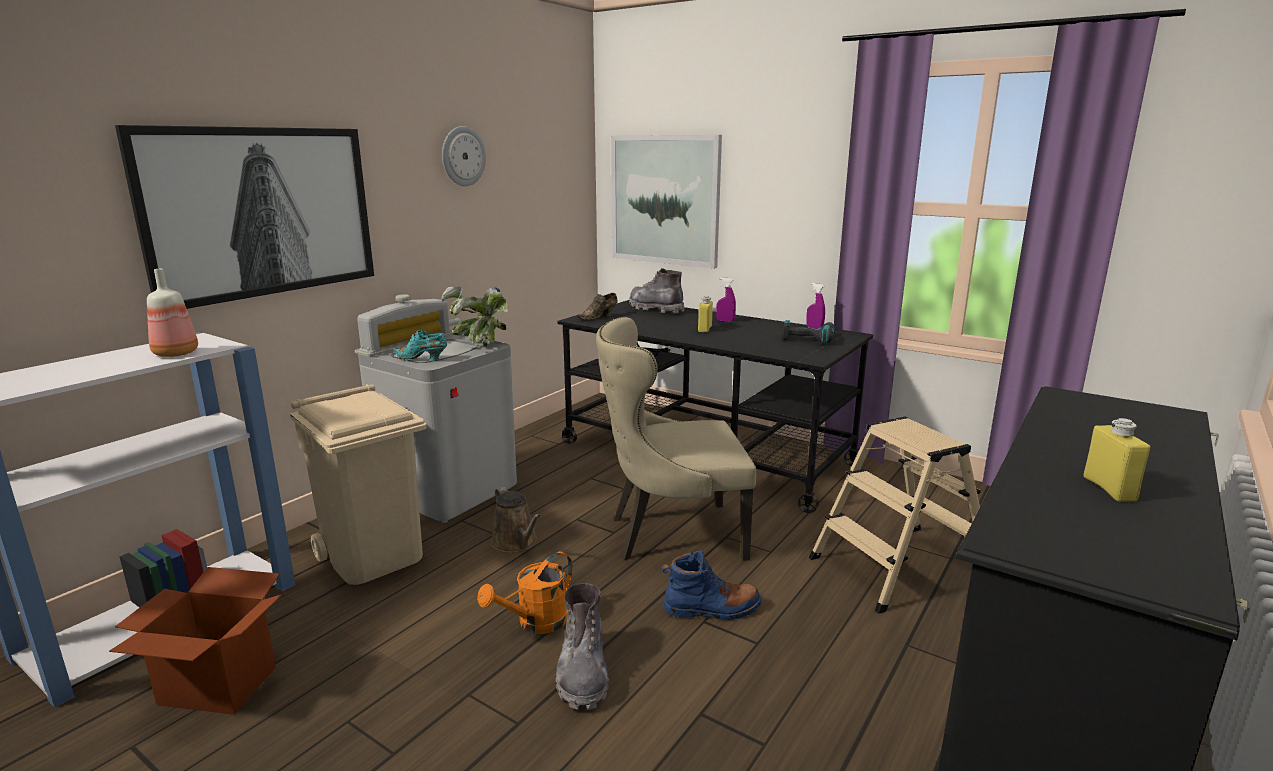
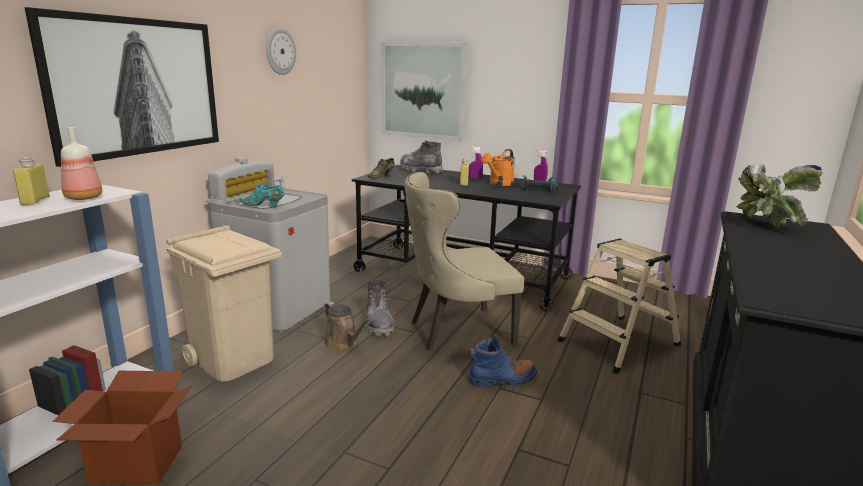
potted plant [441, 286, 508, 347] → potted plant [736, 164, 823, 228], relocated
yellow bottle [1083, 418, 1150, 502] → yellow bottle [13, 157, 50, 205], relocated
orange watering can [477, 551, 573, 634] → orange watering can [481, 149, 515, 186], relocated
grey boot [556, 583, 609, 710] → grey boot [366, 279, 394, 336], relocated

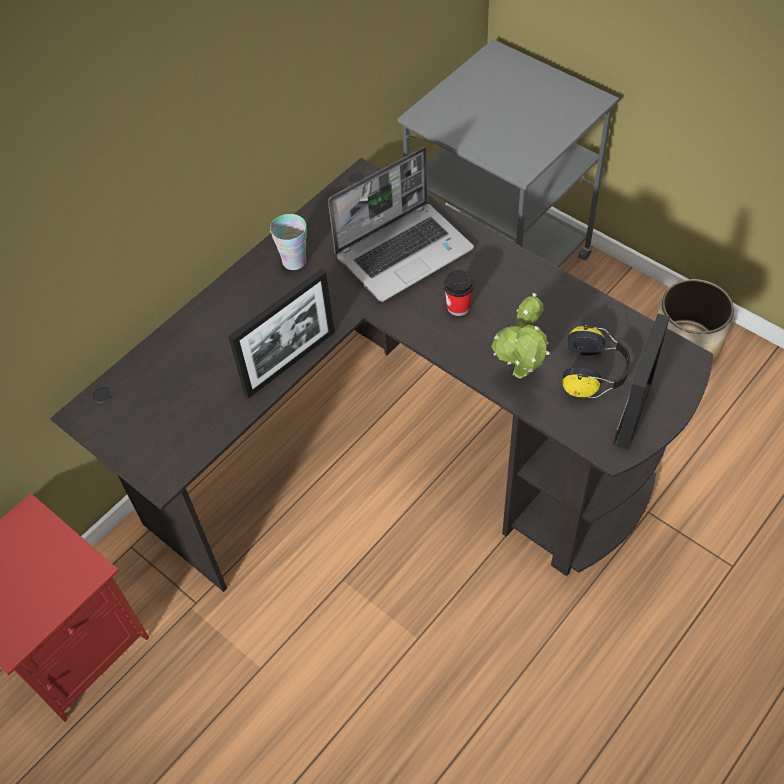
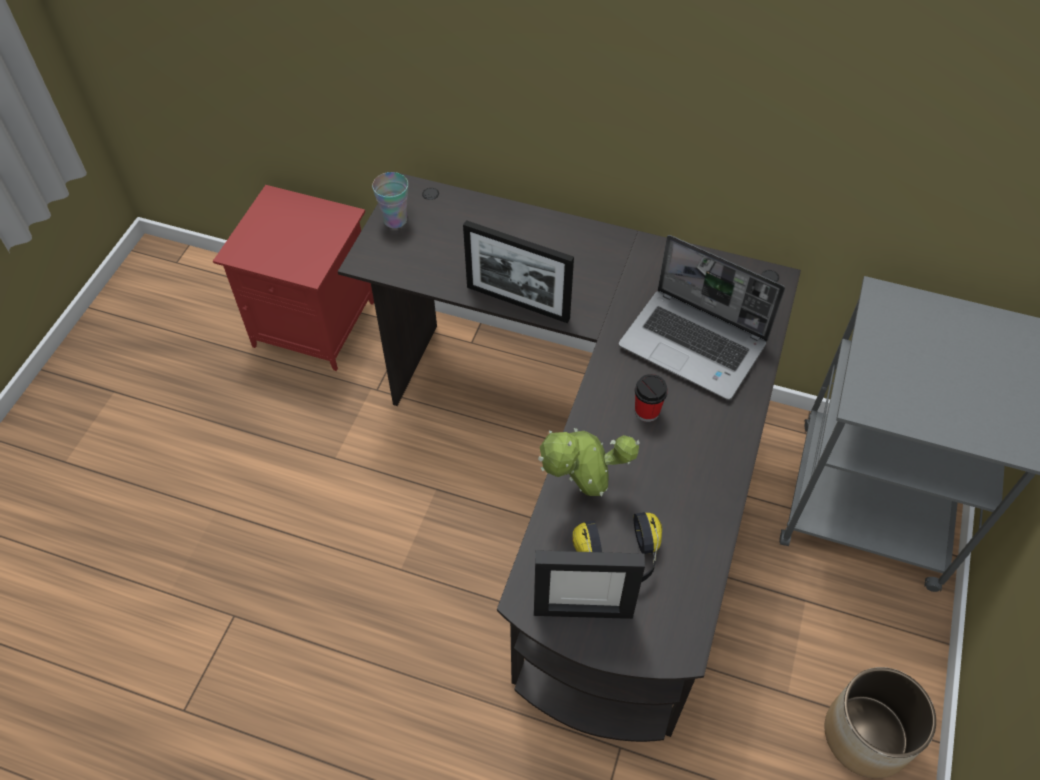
cup [270, 214, 307, 270] → cup [372, 172, 408, 228], relocated

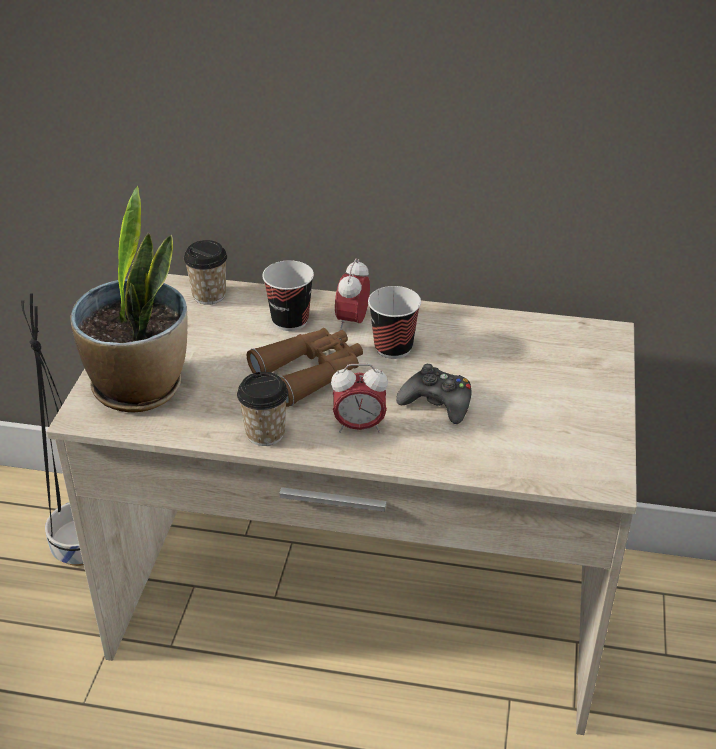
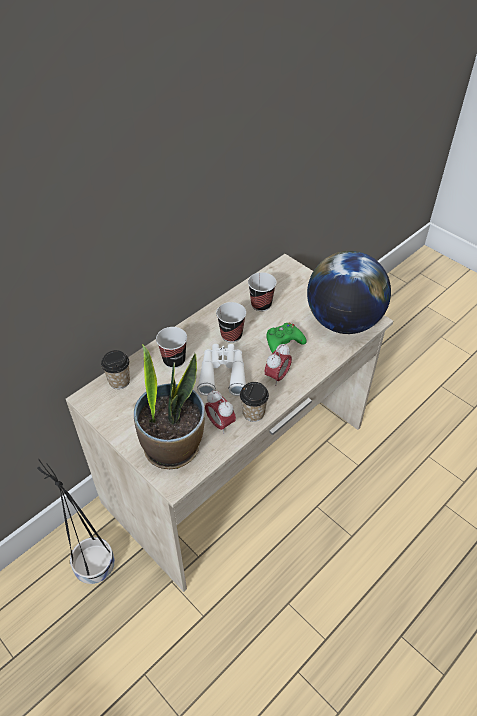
alarm clock [335, 259, 370, 330] → alarm clock [205, 391, 236, 434], relocated
brown binoculars [247, 328, 363, 407] → white binoculars [197, 344, 246, 396]
black game controller [396, 364, 472, 424] → green game controller [266, 323, 307, 353]
- → globe [307, 251, 391, 334]
- → cup [248, 272, 277, 311]

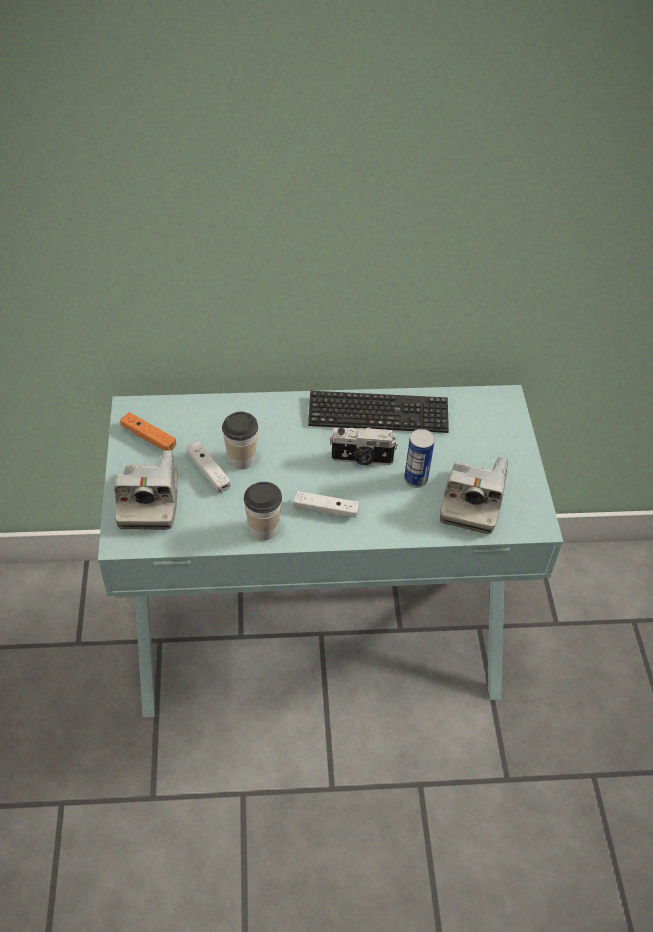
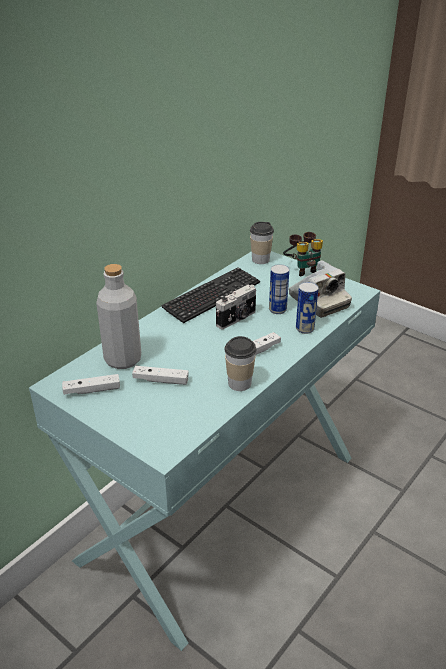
orange game controller [120, 412, 176, 451] → white game controller [62, 374, 120, 395]
cup [222, 412, 258, 470] → cup [250, 222, 274, 264], relocated
photo camera [114, 450, 178, 530] → -
- → binoculars [283, 232, 323, 276]
- → grey bottle [96, 264, 141, 369]
- → can [296, 282, 319, 334]

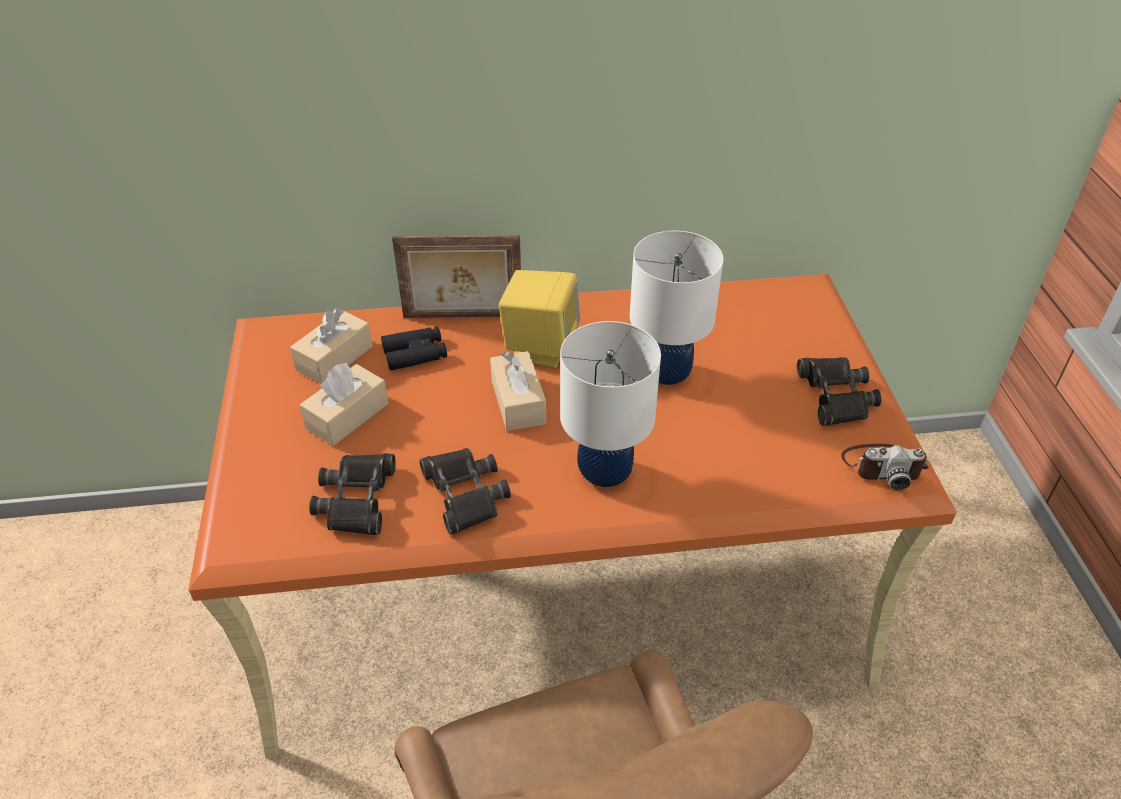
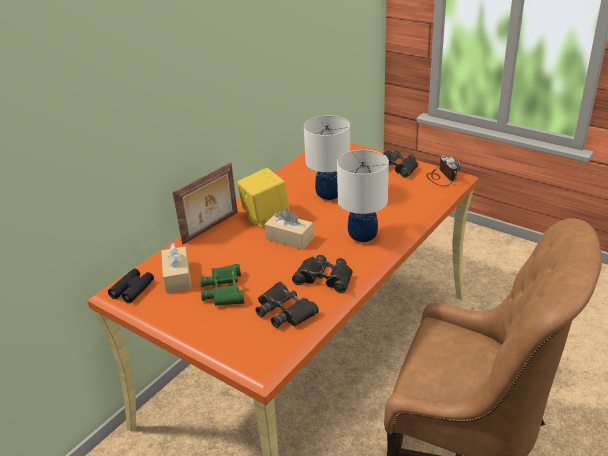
black binoculars [381, 327, 447, 371] → black binoculars [108, 268, 154, 303], relocated
beige tissue box [300, 362, 388, 446] → green binoculars [200, 264, 244, 306]
photo camera [841, 444, 929, 490] → photo camera [426, 155, 461, 186], 60 degrees counterclockwise

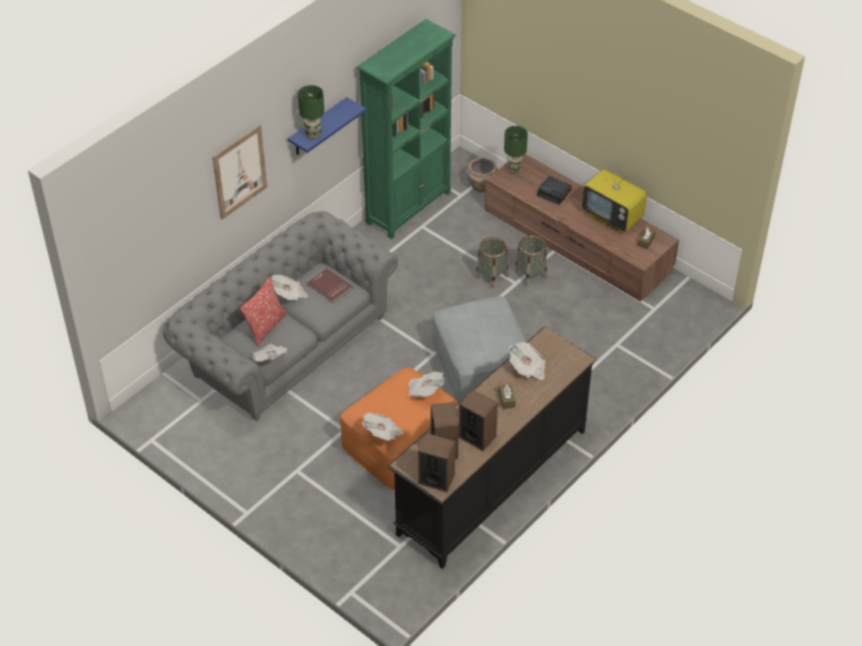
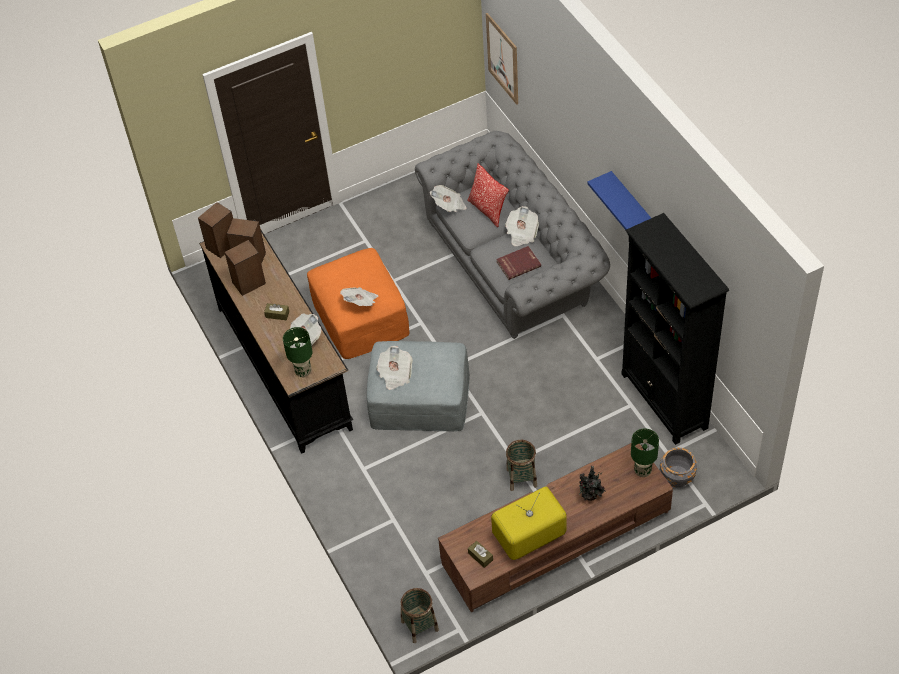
green bookcase [357, 19, 456, 239] → black bookcase [622, 213, 729, 445]
green table lamp [298, 85, 324, 139] → green table lamp [283, 327, 313, 377], relocated
picture [213, 125, 267, 219] → picture [486, 13, 518, 105], relocated
alarm clock [537, 176, 572, 205] → potted plant [579, 466, 605, 500]
basket [475, 237, 509, 289] → basket [400, 588, 439, 643], relocated
newspaper [362, 412, 404, 441] → newspaper [377, 346, 413, 390], relocated

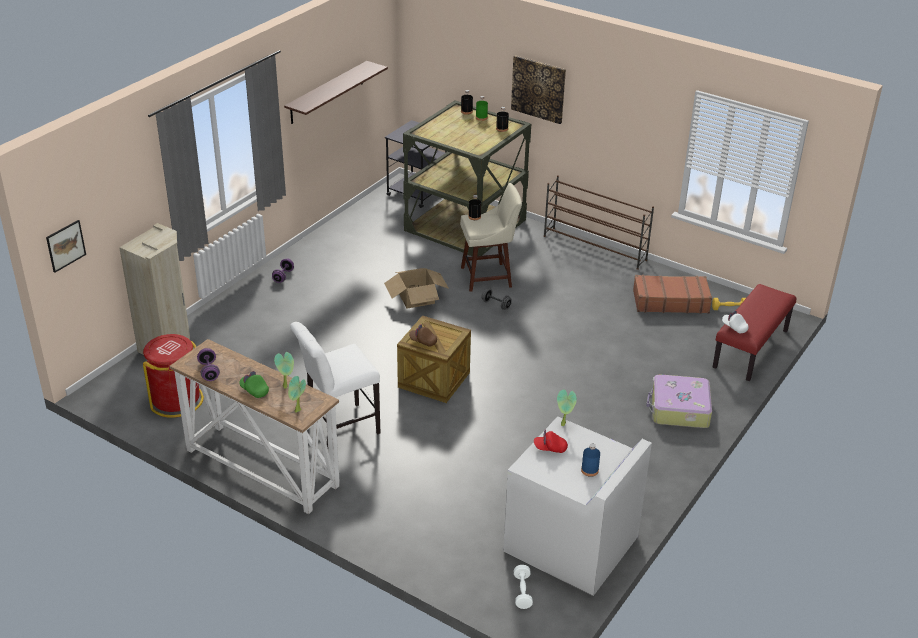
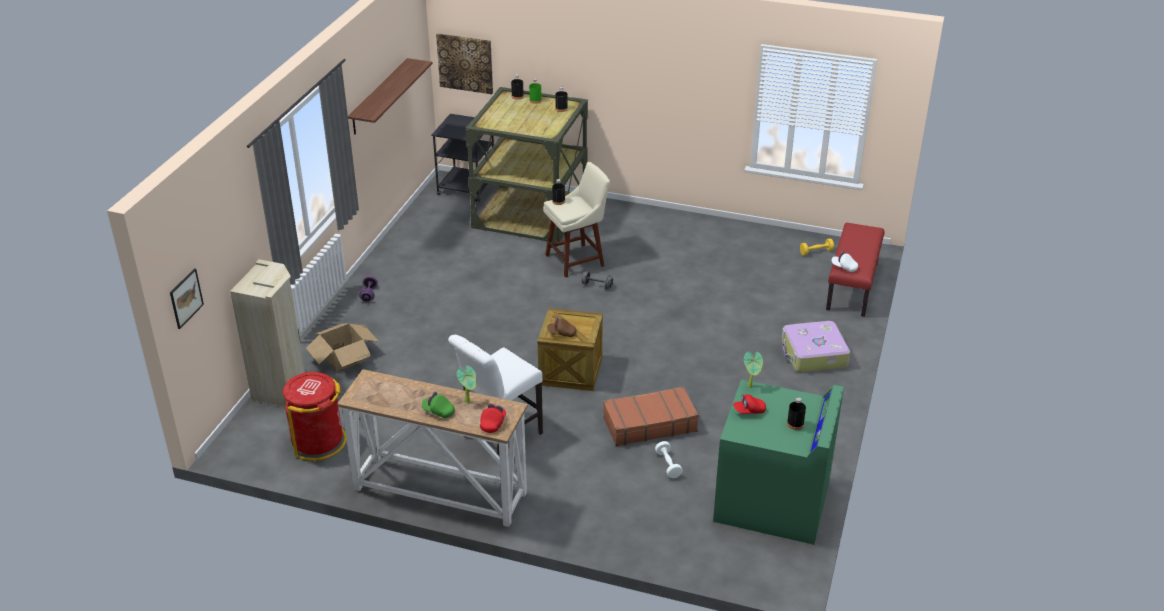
picture [511, 55, 566, 124] → picture [436, 33, 493, 94], relocated
brown shoe rack [544, 175, 654, 270] → -
cardboard box [384, 268, 449, 309] → cardboard box [306, 323, 379, 371], relocated
brown suitcase [633, 275, 712, 314] → brown suitcase [603, 386, 699, 446], relocated
purple dumbbell [197, 348, 220, 381] → -
potted plant [288, 376, 306, 412] → red cap [480, 404, 506, 433]
white washing machine [503, 416, 652, 596] → green washing machine [713, 380, 844, 545]
blue bottle [581, 443, 600, 477] → black bottle [787, 397, 806, 430]
white dumbbell [513, 565, 533, 609] → white dumbbell [655, 441, 683, 478], relocated

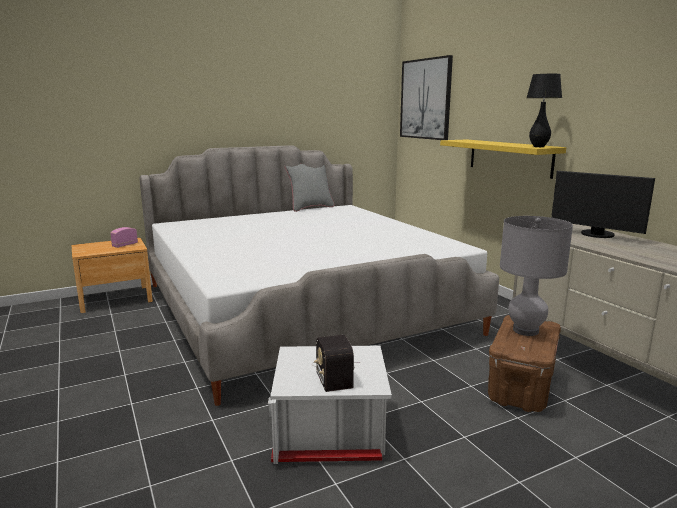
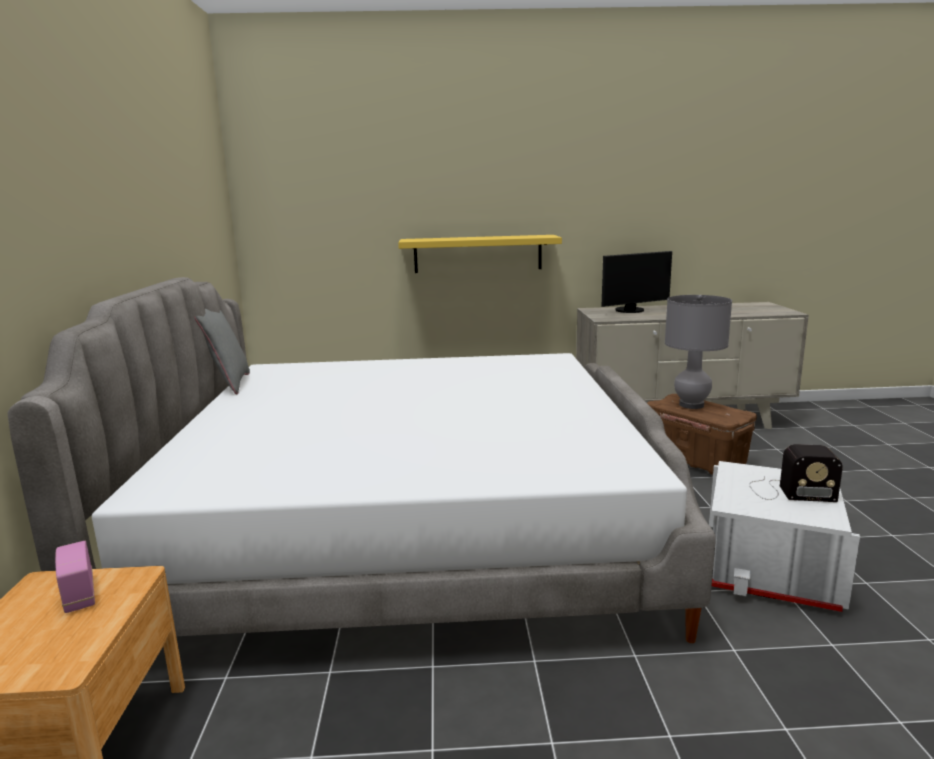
picture [400, 55, 453, 140] → -
black table lamp [526, 74, 562, 147] → -

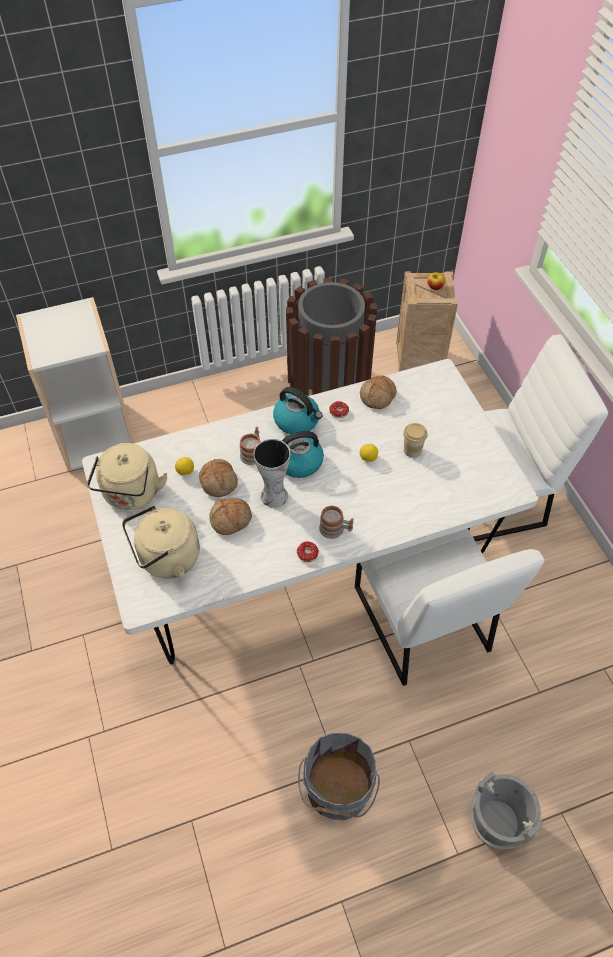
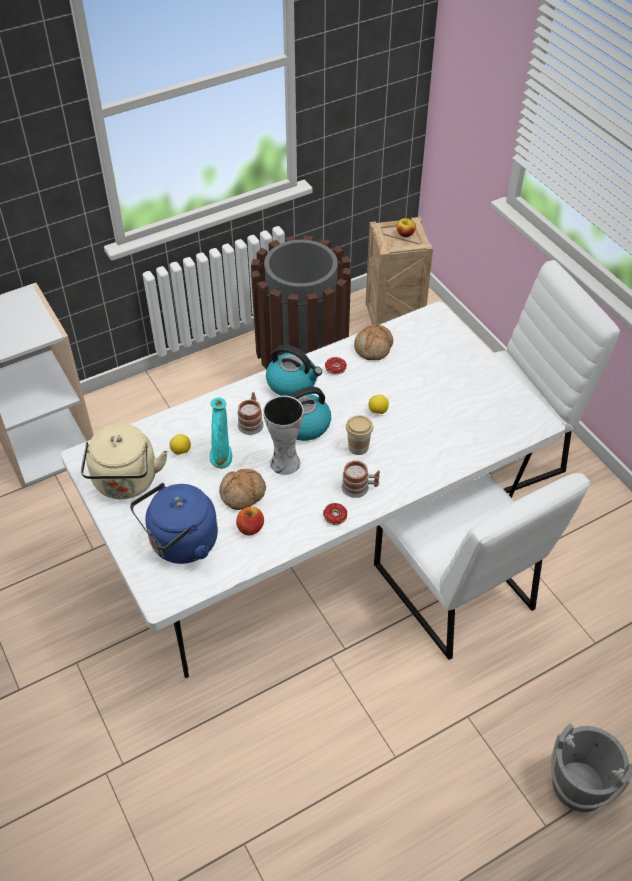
cup [403, 423, 428, 458] → cup [346, 415, 373, 455], relocated
bread [199, 459, 238, 497] → turquoise vase [210, 398, 232, 469]
beige kettle [122, 505, 200, 579] → blue kettle [130, 483, 218, 564]
grey bucket [298, 733, 380, 820] → -
- → apple [236, 507, 264, 535]

